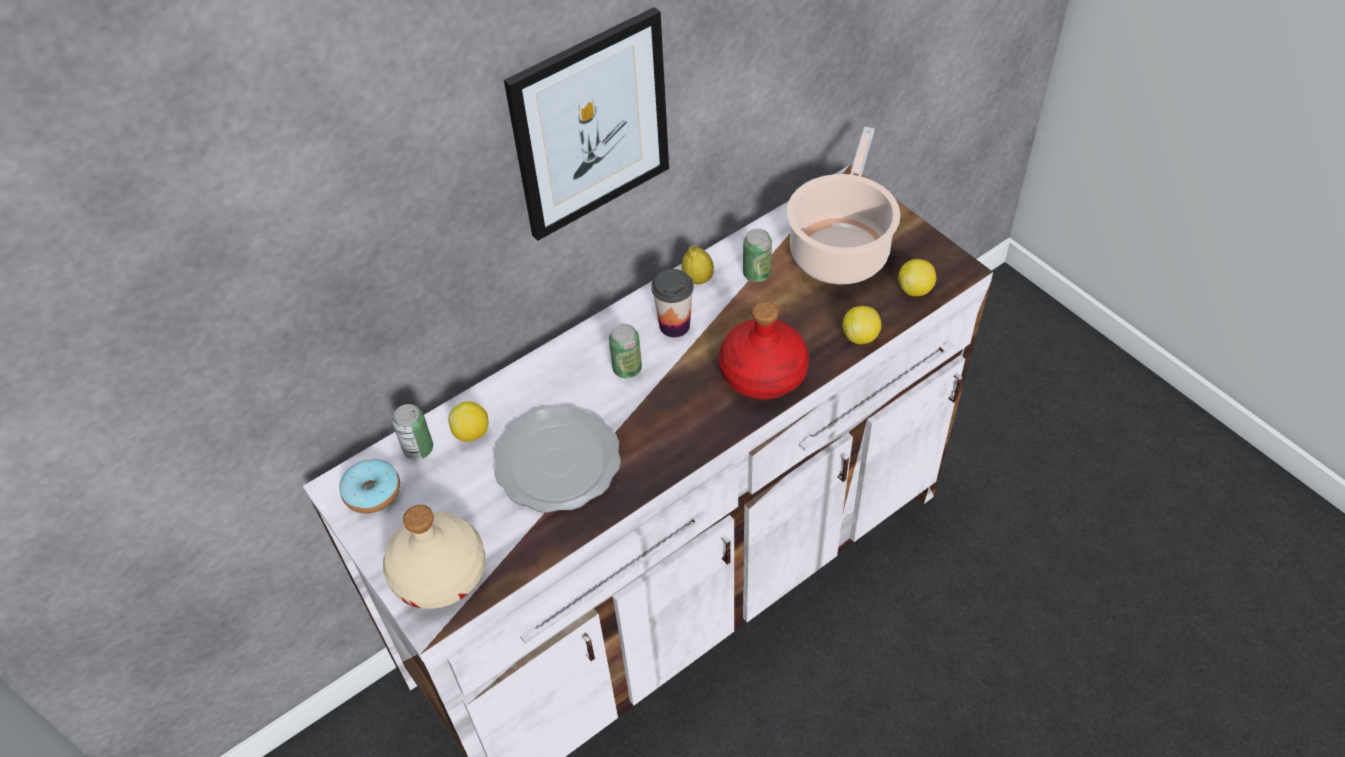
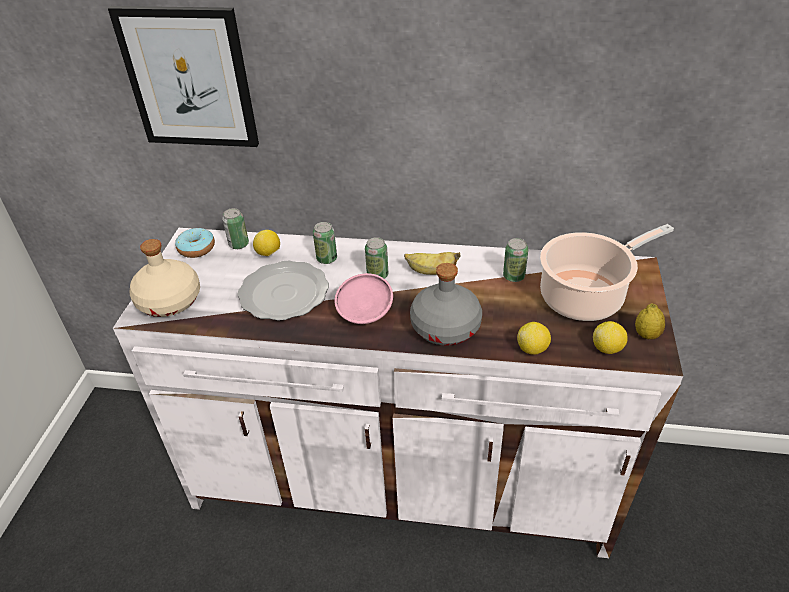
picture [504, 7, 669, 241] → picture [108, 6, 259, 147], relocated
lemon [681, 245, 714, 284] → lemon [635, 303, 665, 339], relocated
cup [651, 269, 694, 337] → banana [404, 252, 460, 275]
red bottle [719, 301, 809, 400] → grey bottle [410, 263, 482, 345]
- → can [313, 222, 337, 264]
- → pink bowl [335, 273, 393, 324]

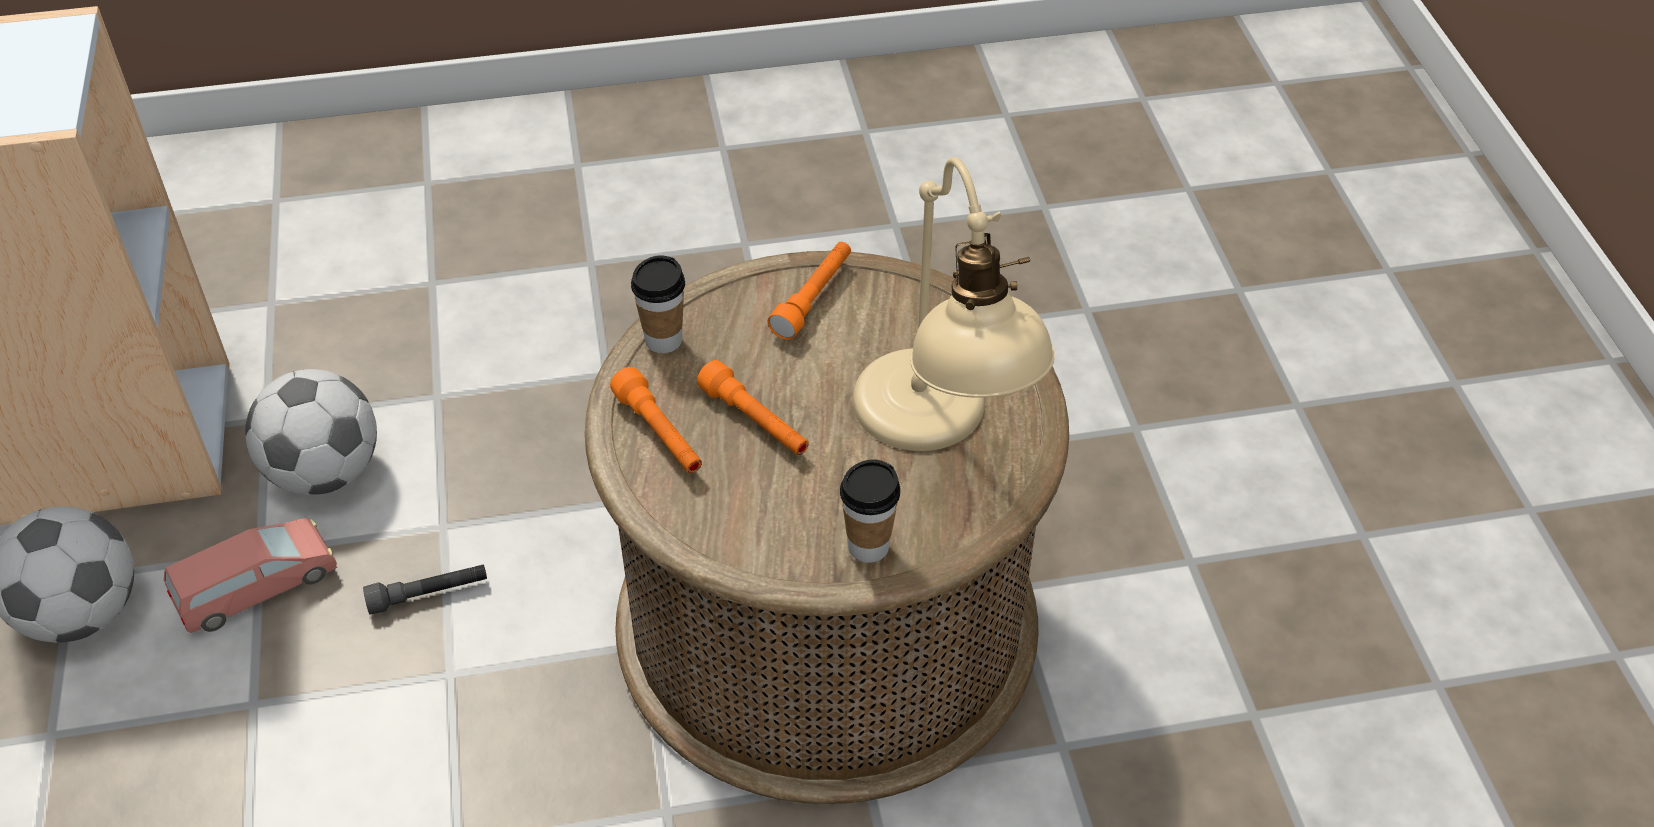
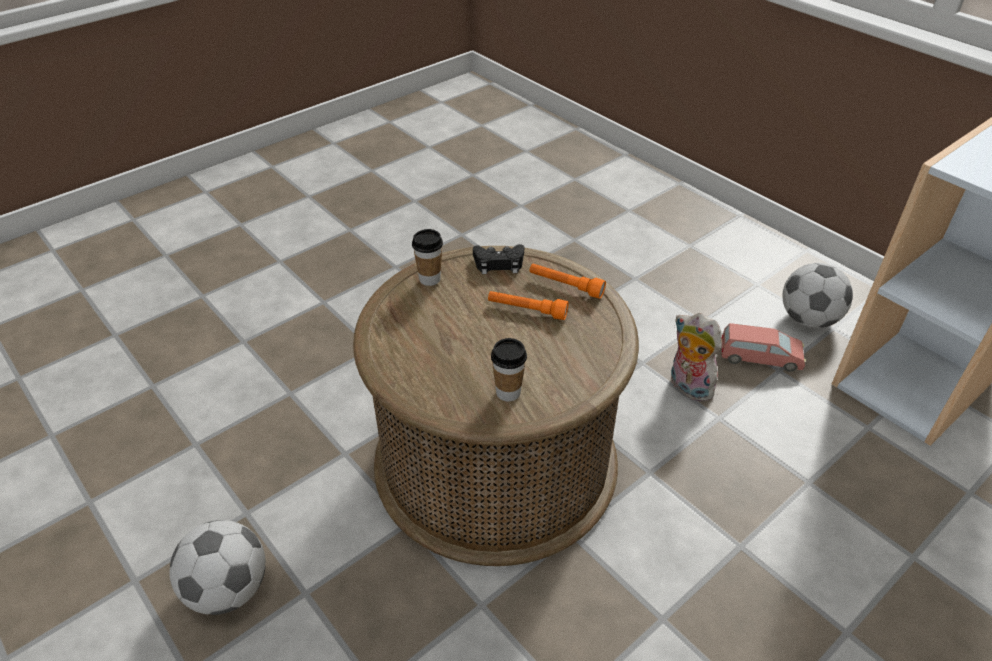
beige table lamp [852, 157, 1055, 451] → -
orange flashlight [768, 242, 851, 340] → -
cup [631, 255, 685, 353] → cup [491, 338, 527, 401], relocated
football [245, 369, 377, 495] → football [169, 520, 266, 615], relocated
pink toy car [164, 518, 337, 633] → pink toy car [721, 323, 806, 372], 105 degrees counterclockwise
grey flashlight [363, 565, 487, 615] → plush toy [671, 313, 722, 402]
- → black game controller [473, 244, 524, 274]

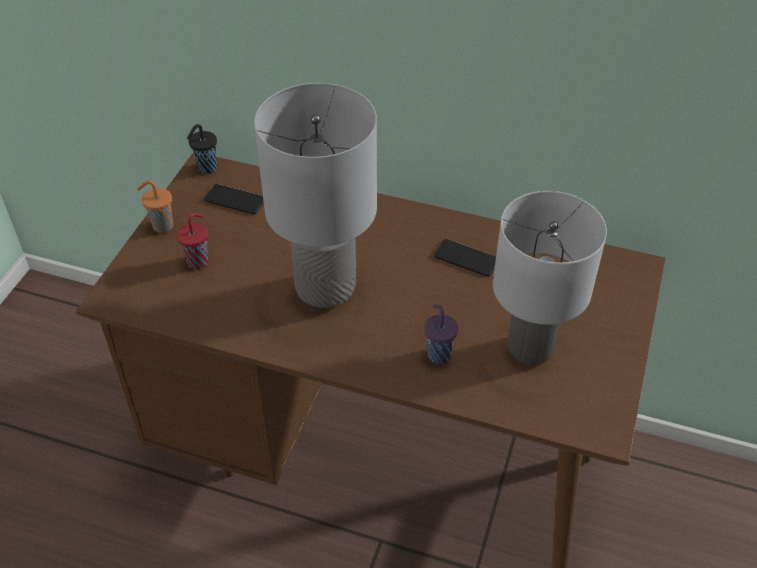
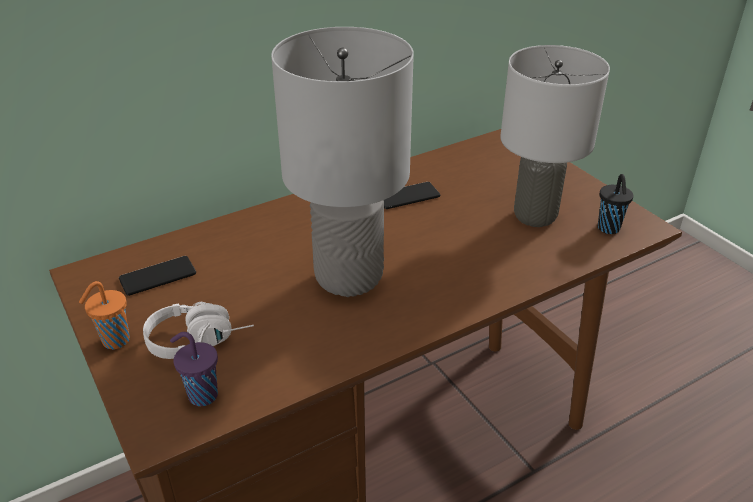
black cup [187, 124, 217, 174] → black cup [598, 174, 634, 234], relocated
red cup [177, 213, 208, 269] → white headphones [143, 302, 254, 359]
purple cup [424, 305, 458, 364] → purple cup [170, 332, 218, 406], relocated

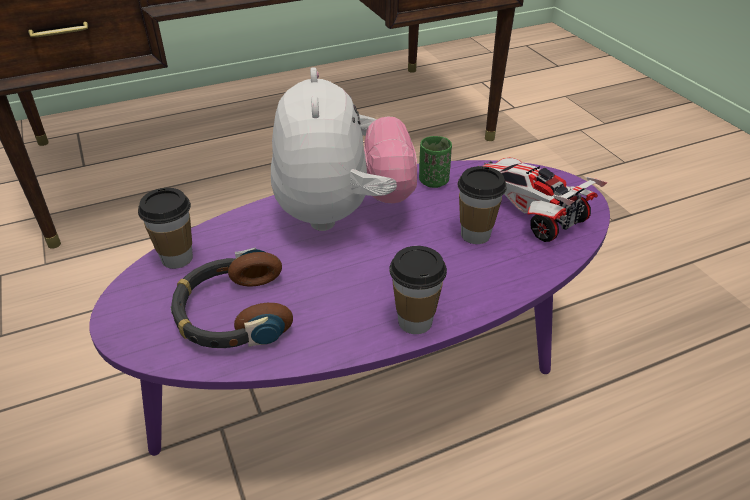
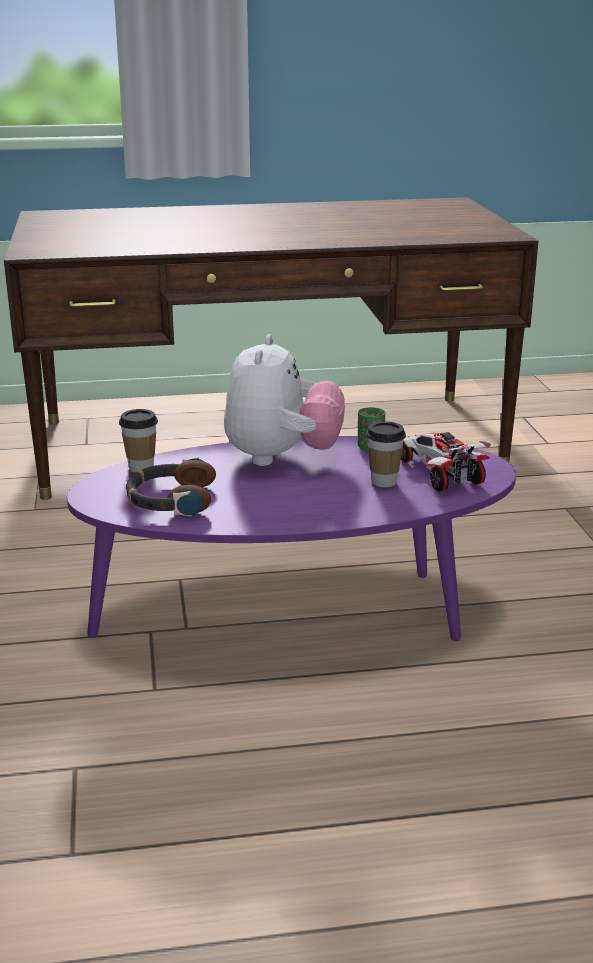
cup [389, 246, 447, 334] → -

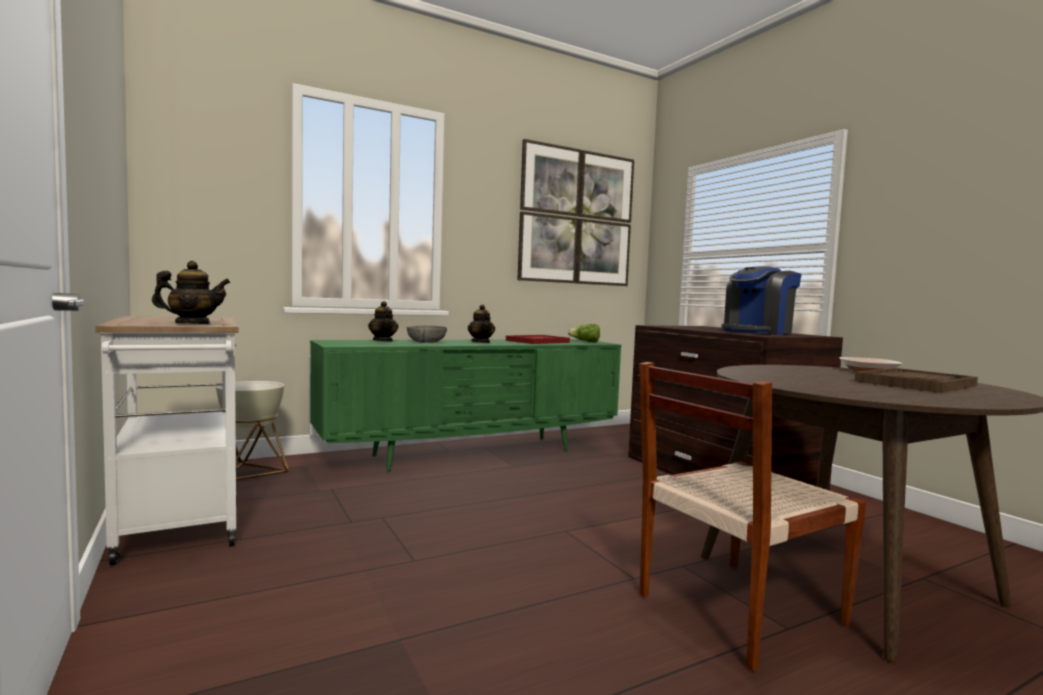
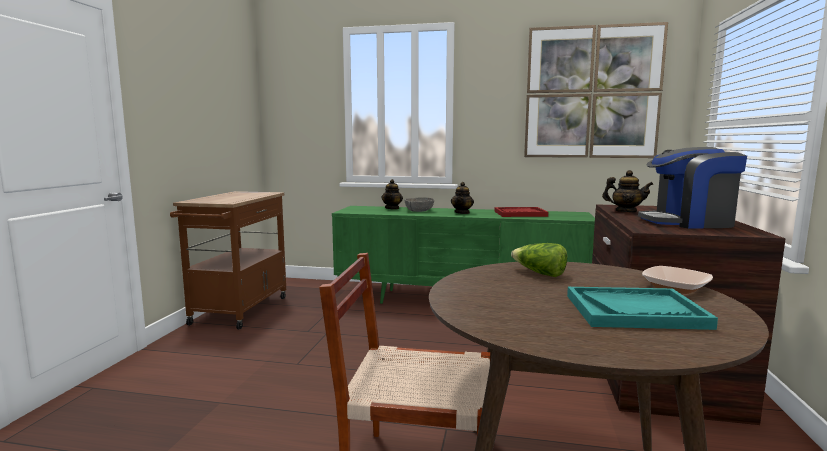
teapot [152, 261, 230, 324] → teapot [602, 170, 654, 212], relocated
white cart [95, 316, 238, 566] → brown cart [170, 191, 286, 330]
lettuce [568, 324, 600, 342] → lettuce [511, 243, 567, 277], relocated
brown tray [854, 368, 978, 393] → turquoise tray [567, 287, 718, 330]
planter [216, 381, 288, 480] → -

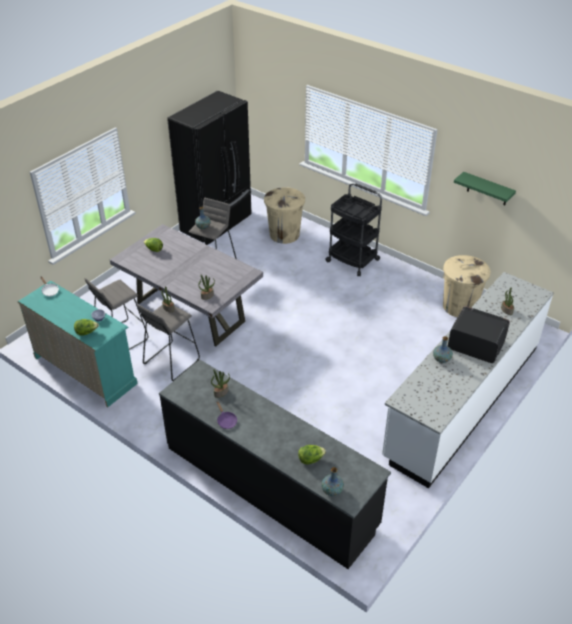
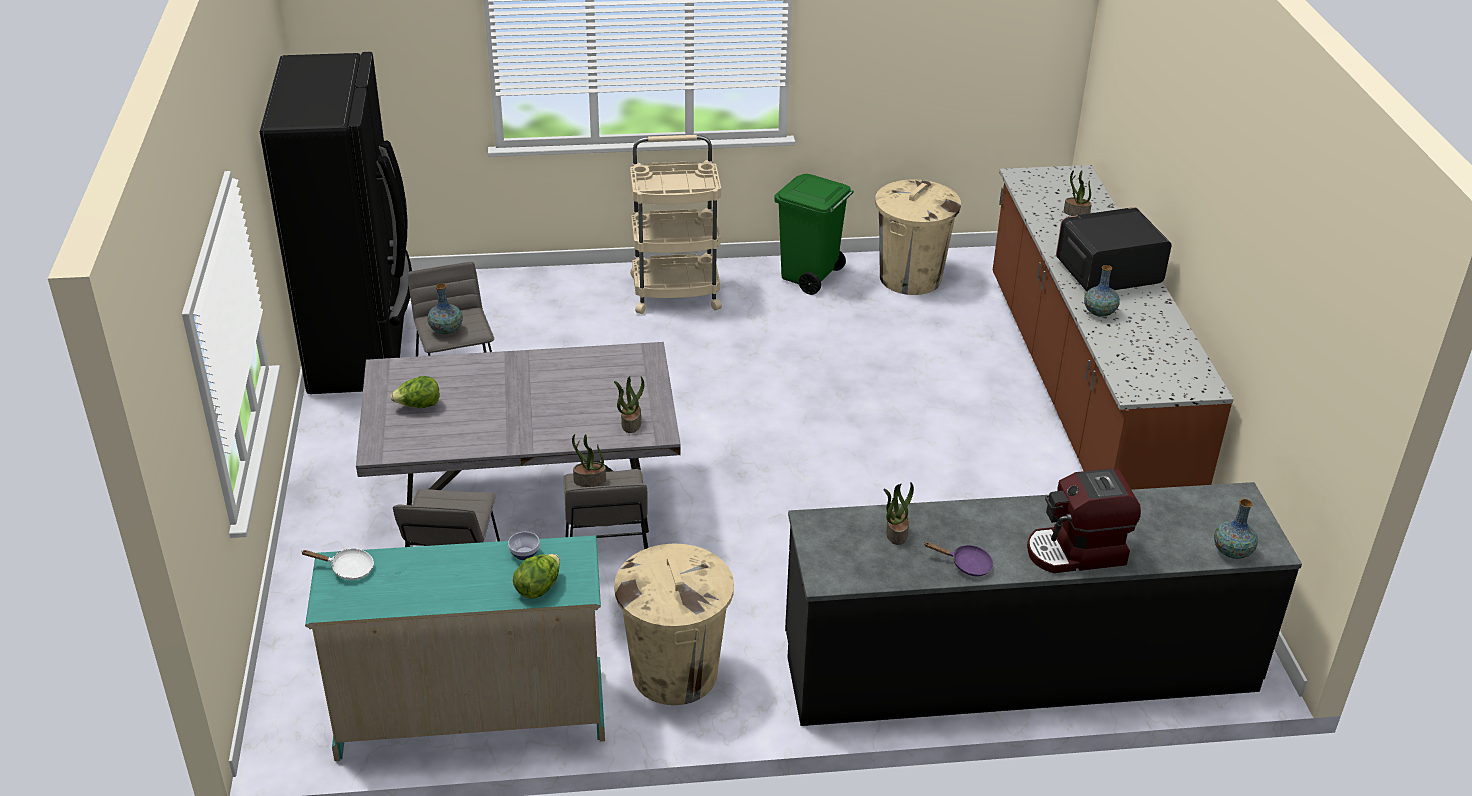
green shelf [454, 172, 516, 206] → -
black cart [325, 183, 382, 276] → beige cart [630, 135, 722, 314]
beige trash can [264, 187, 305, 244] → beige trash can [614, 544, 734, 705], relocated
white counter [382, 272, 554, 488] → brown counter [993, 165, 1234, 490]
lettuce [298, 445, 326, 465] → -
- → green trash can [774, 174, 854, 295]
- → coffee machine [1027, 468, 1141, 573]

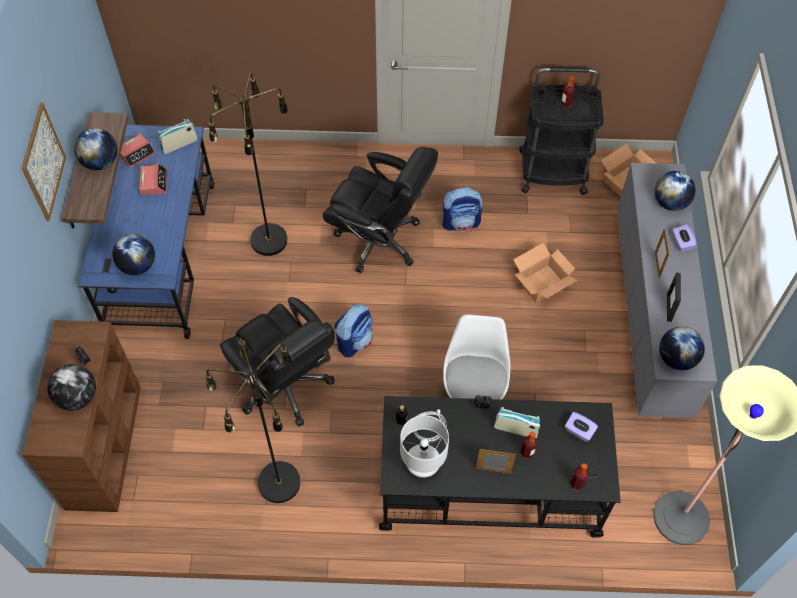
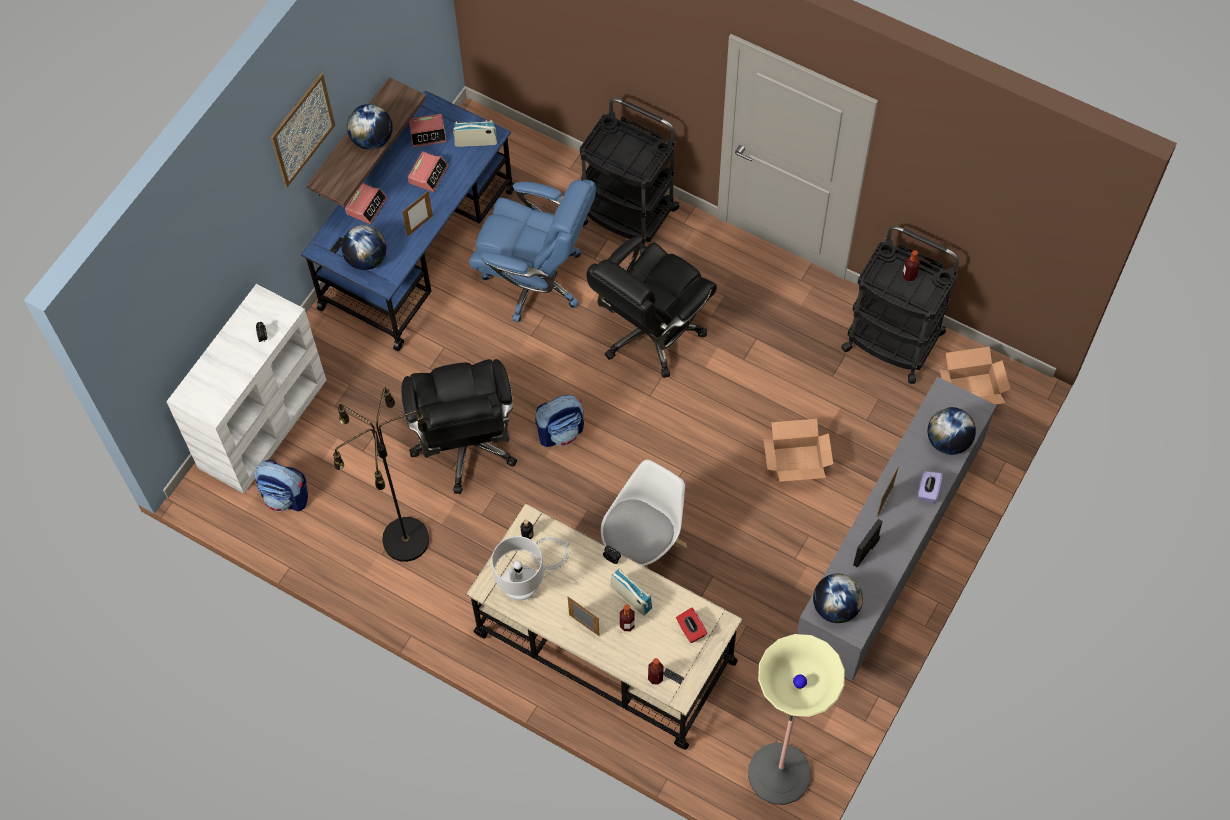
floor lamp [209, 73, 288, 256] → blue office chair [469, 180, 596, 322]
black office chair [323, 147, 438, 273] → black office chair [587, 236, 717, 378], 75 degrees clockwise
backpack [442, 187, 483, 231] → backpack [254, 460, 308, 512], relocated
brown bookcase [22, 320, 141, 512] → white bookcase [166, 284, 326, 494]
globe [47, 364, 96, 411] → -
black desk [379, 396, 621, 538] → beige desk [466, 503, 743, 750]
purple tissue box [565, 412, 598, 442] → red tissue box [676, 607, 707, 643]
- → black cart [580, 98, 679, 255]
- → alarm clock [345, 183, 387, 224]
- → picture frame [402, 191, 433, 237]

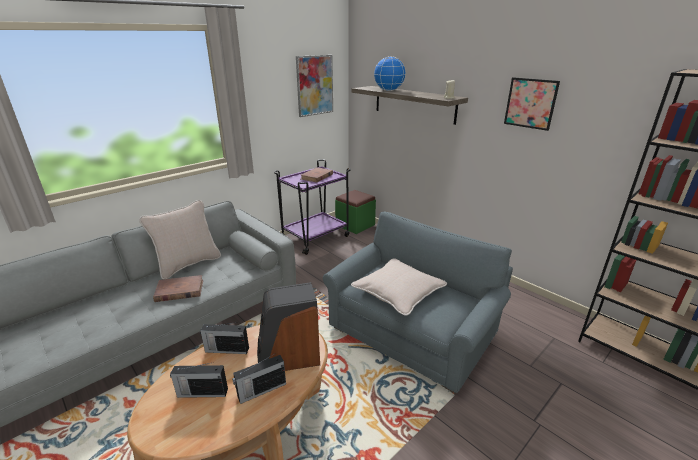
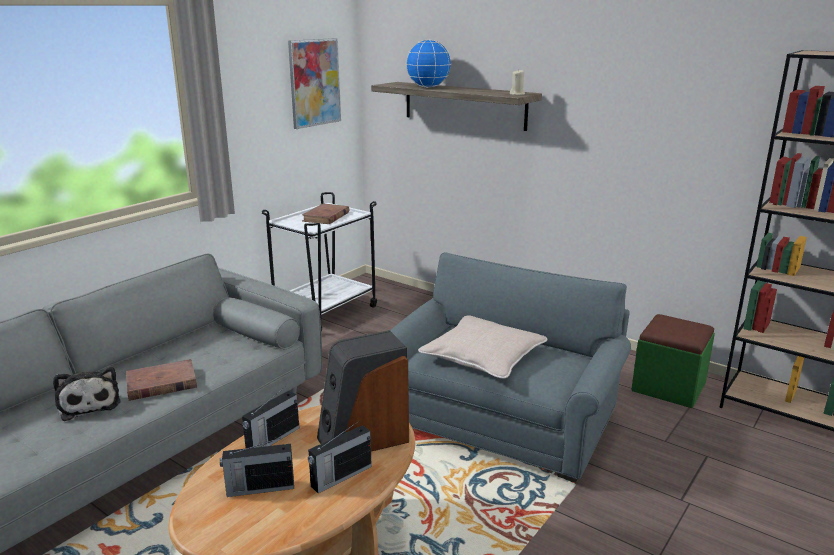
picture [504, 77, 560, 131] → -
purple cart [274, 159, 351, 255] → white cart [262, 192, 377, 331]
green ottoman [335, 190, 376, 234] → green ottoman [631, 314, 715, 408], relocated
beige pillow [139, 200, 221, 279] → -
radio [200, 322, 249, 354] → radio [242, 386, 299, 448], 45 degrees counterclockwise
- → plush toy [53, 367, 121, 421]

